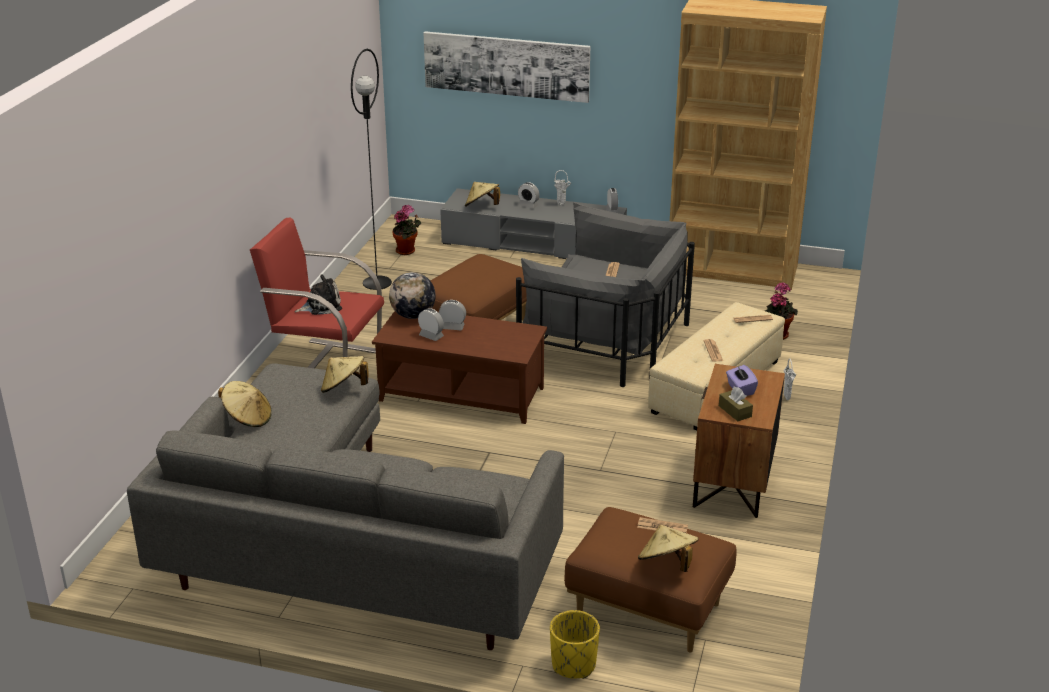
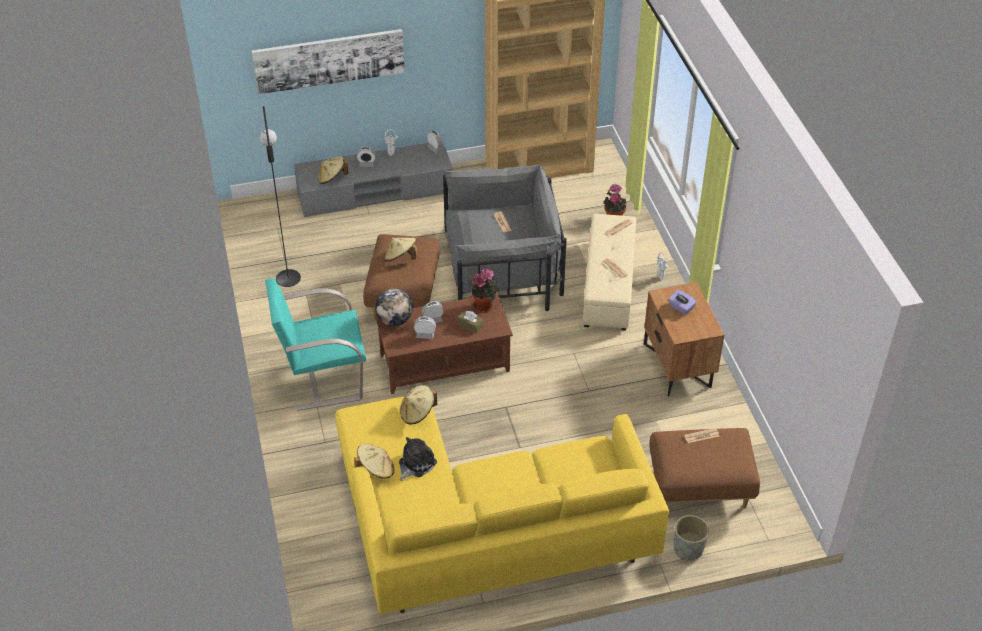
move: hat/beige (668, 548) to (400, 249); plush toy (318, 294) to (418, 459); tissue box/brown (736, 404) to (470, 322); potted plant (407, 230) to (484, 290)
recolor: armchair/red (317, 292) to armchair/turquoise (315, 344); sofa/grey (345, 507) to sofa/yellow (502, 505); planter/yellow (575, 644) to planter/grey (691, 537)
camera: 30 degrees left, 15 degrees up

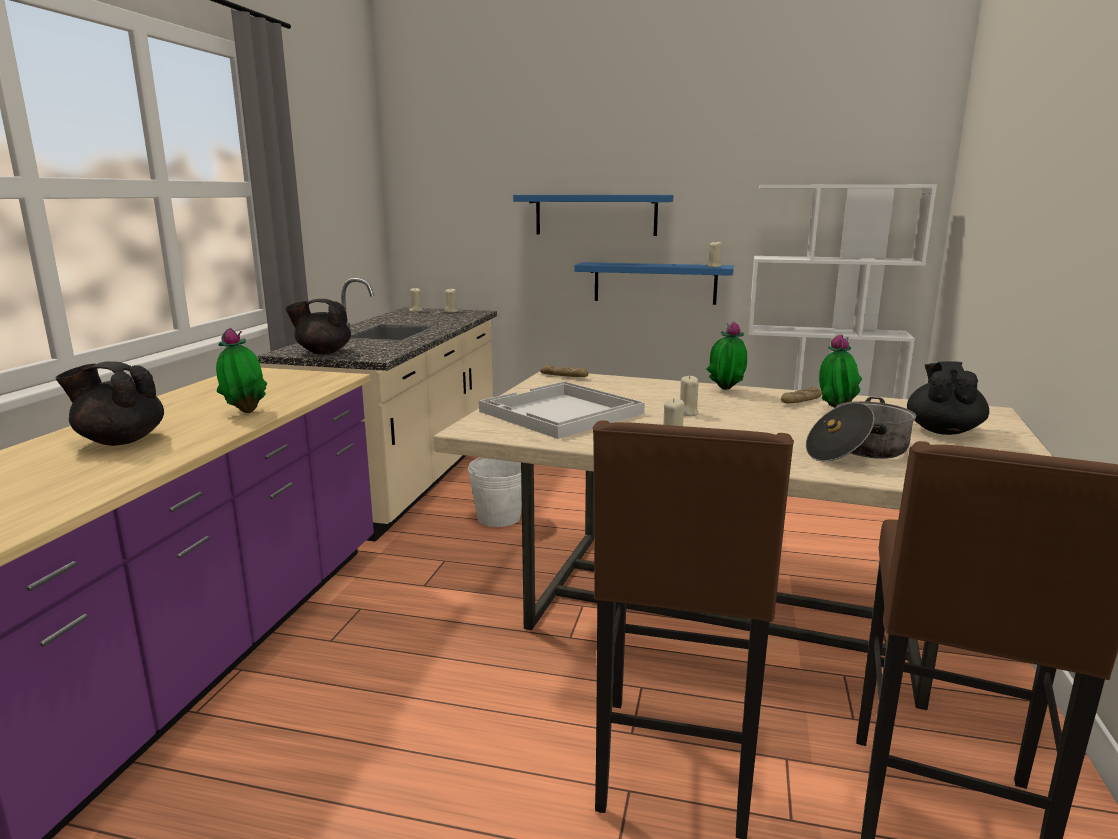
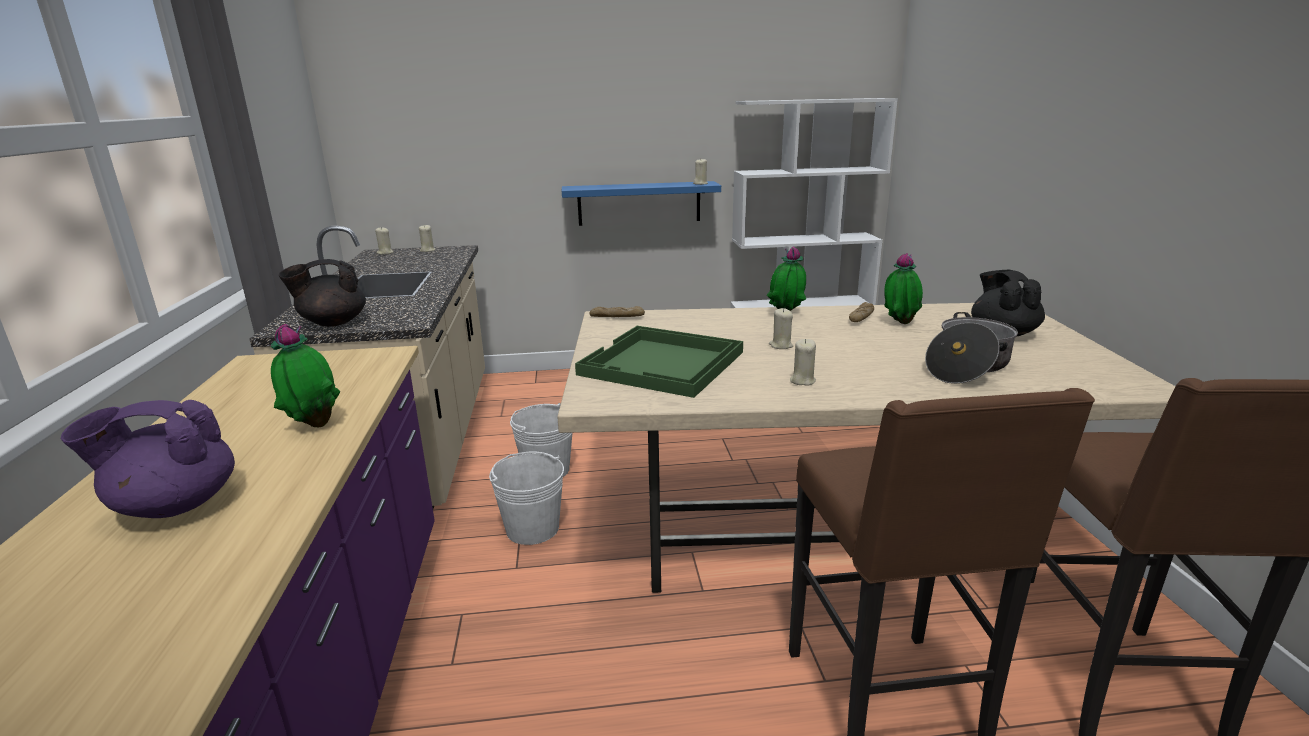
delete: shelf/blue (593, 215)
insert: bucket/white (526, 498)
recolor: teapot/black (110, 403) to teapot/purple (147, 459); tray/white (562, 410) to tray/green (659, 362)
camera: 20 degrees left, 5 degrees up

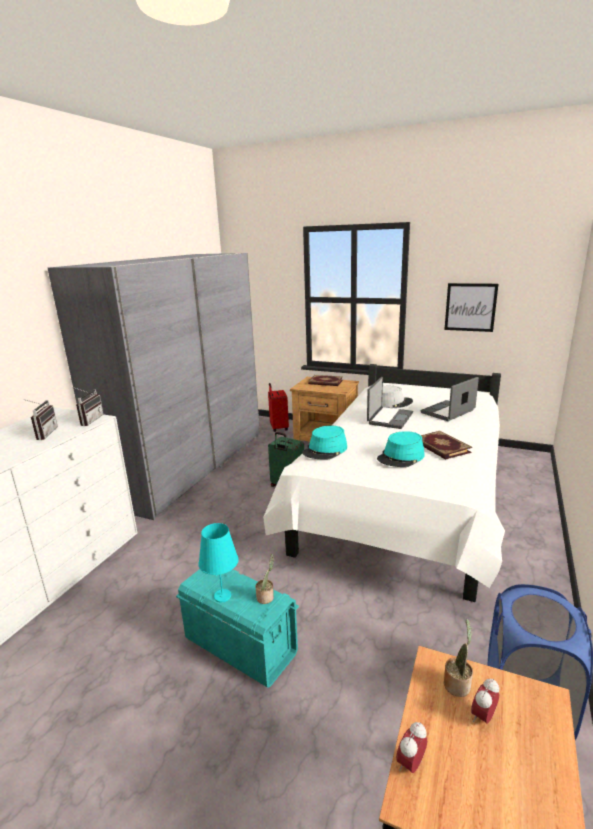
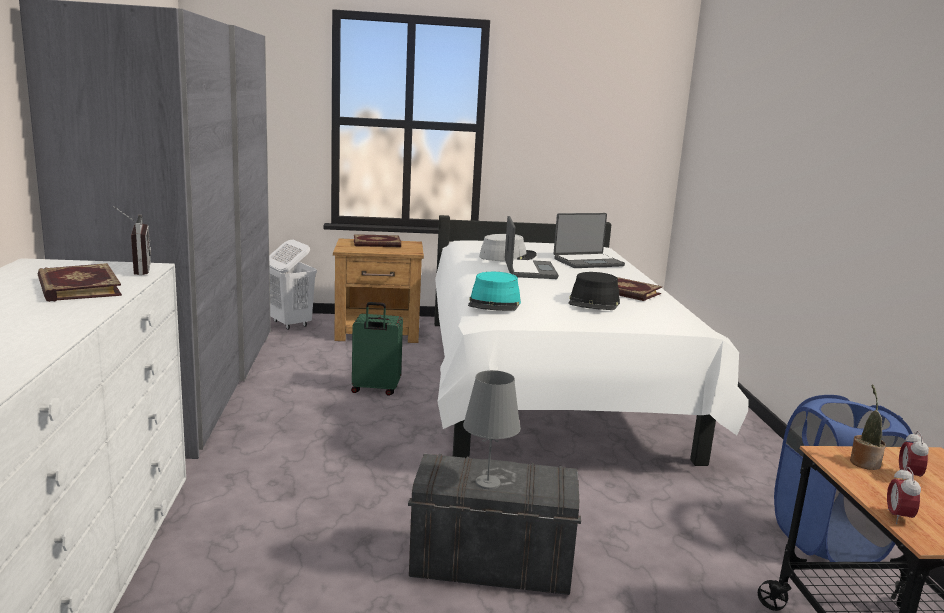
delete: potted plant (265, 579); picture (471, 307)
replace: radio (40, 419) to book (80, 282); suitcase/red (278, 407) to laundry basket/white (293, 285)
recolor: storage box/turquoise (237, 628) to storage box/grey (494, 524); table lamp/turquoise (218, 562) to table lamp/grey (492, 429); hat/turquoise (401, 449) to hat/black (594, 291)
rotate: laptop (450, 399) = (589, 240) 135 degrees counterclockwise
camera: 30 degrees left, 5 degrees down

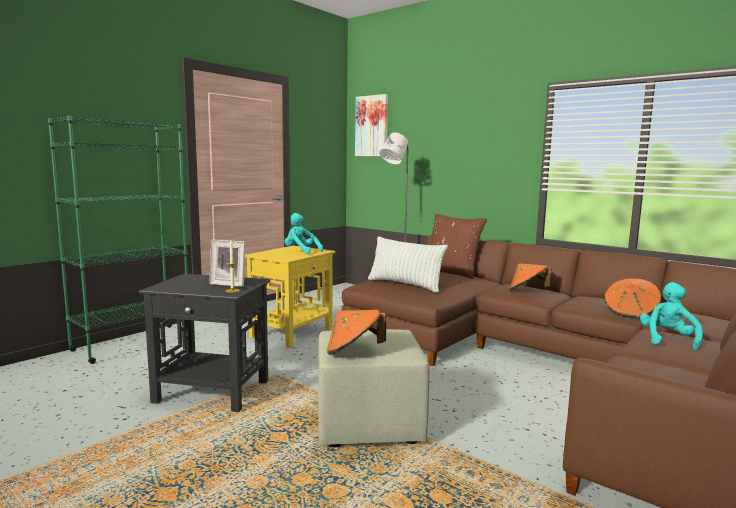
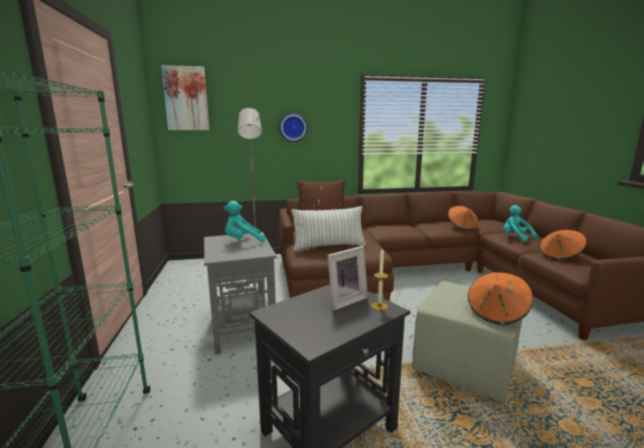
insert: wall clock (293, 127)
move: hat/orange (530, 277) to (563, 245)
recolor: side table/yellow (290, 297) to side table/grey (240, 293)
camera: 50 degrees left, 5 degrees up

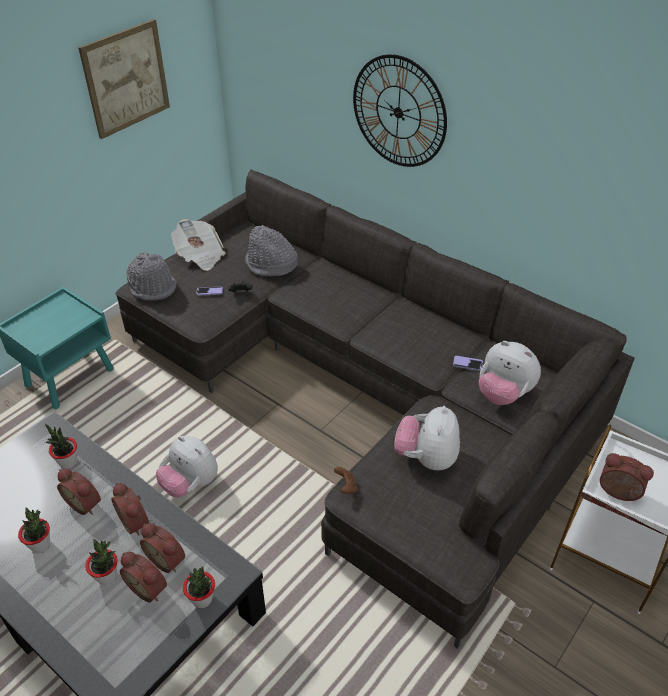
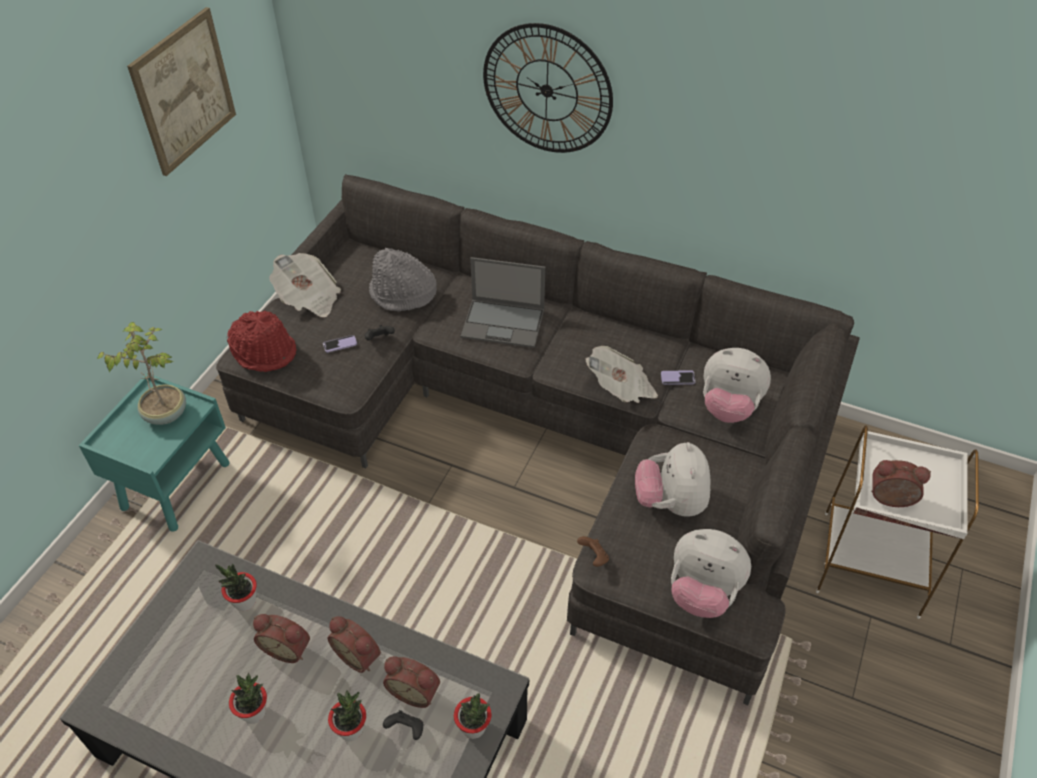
insert: potted plant (141, 373); laptop (503, 302); newspaper (621, 374)
move: plush toy (187, 467) to (711, 573)
replace: alarm clock (143, 577) to game controller/black (403, 725)
recolor: hat/grey (151, 276) to hat/red (261, 341)
camera: 15 degrees left, 5 degrees up

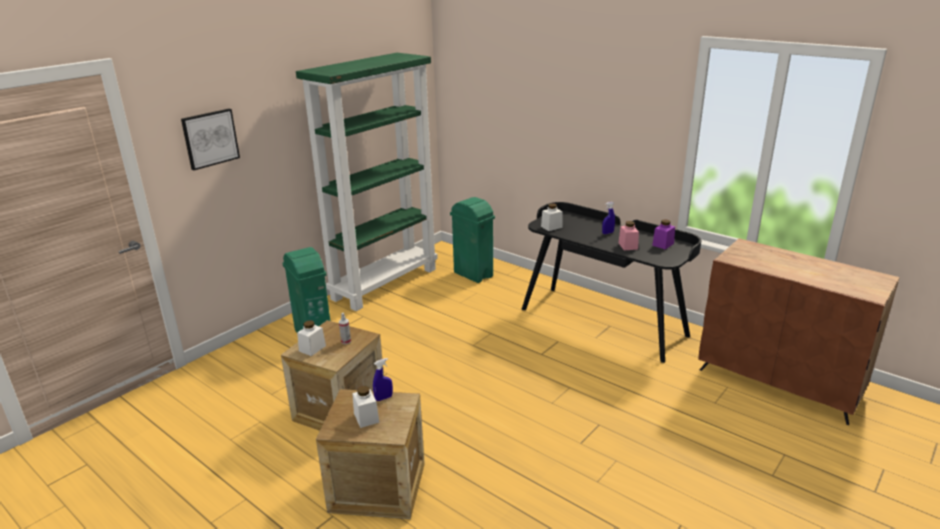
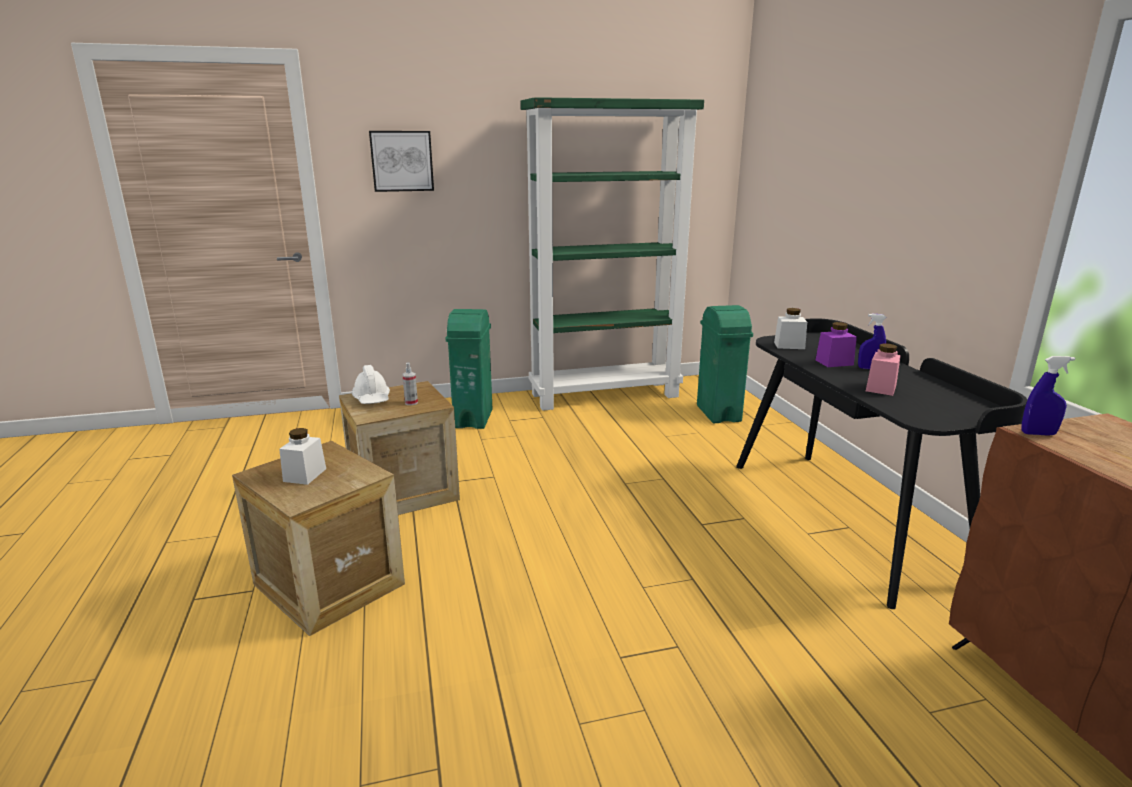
move: jar/purple (663, 234) to (836, 344); spray bottle/blue (383, 379) to (1048, 396)
replace: jar/white (311, 338) to hard hat/white (371, 384)
camera: 35 degrees right, 5 degrees down

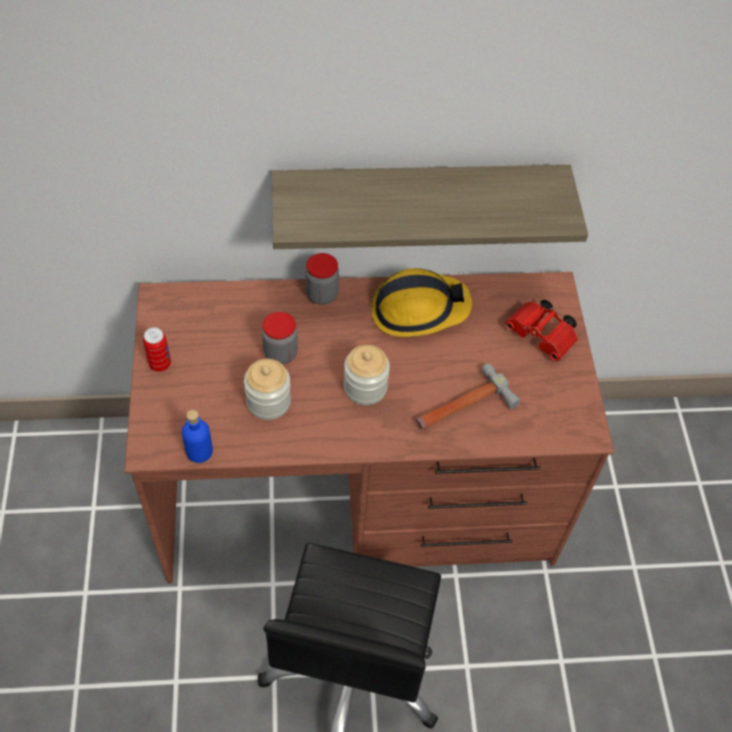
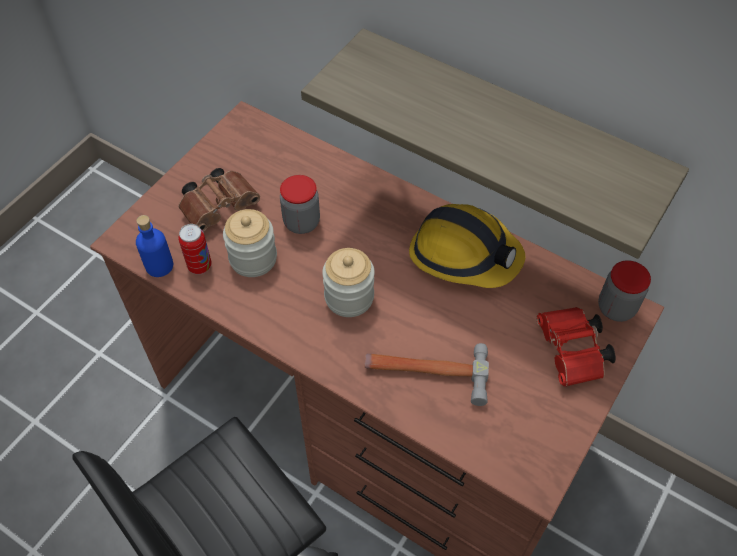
insert: binoculars/brown (219, 200)
move: can (157, 349) to (195, 249); jar (322, 279) to (624, 291)
camera: 40 degrees right, 0 degrees up

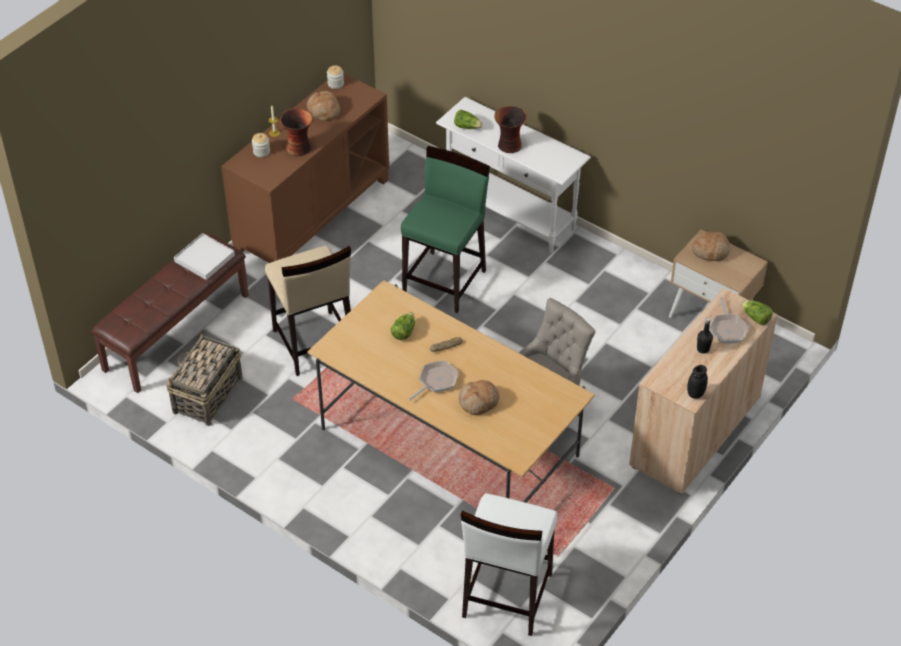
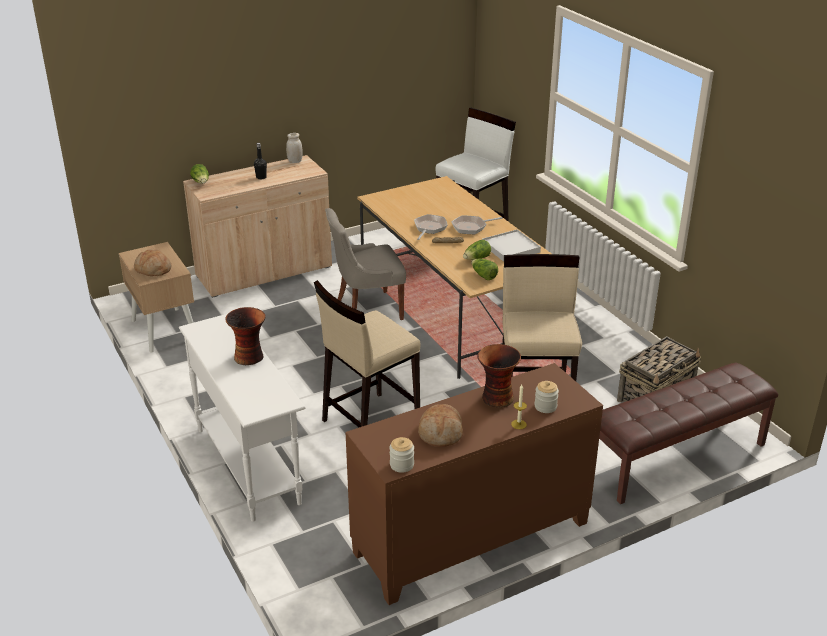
delete: bread (479, 397)
move: frying pan (729, 320) to (430, 227); lettuce (468, 119) to (484, 269); tray/white (204, 256) to (511, 245)
recolor: jar/black (697, 382) to jar/white (294, 148); stool/green (445, 229) to stool/beige (367, 353)
camera: 155 degrees left, 15 degrees down

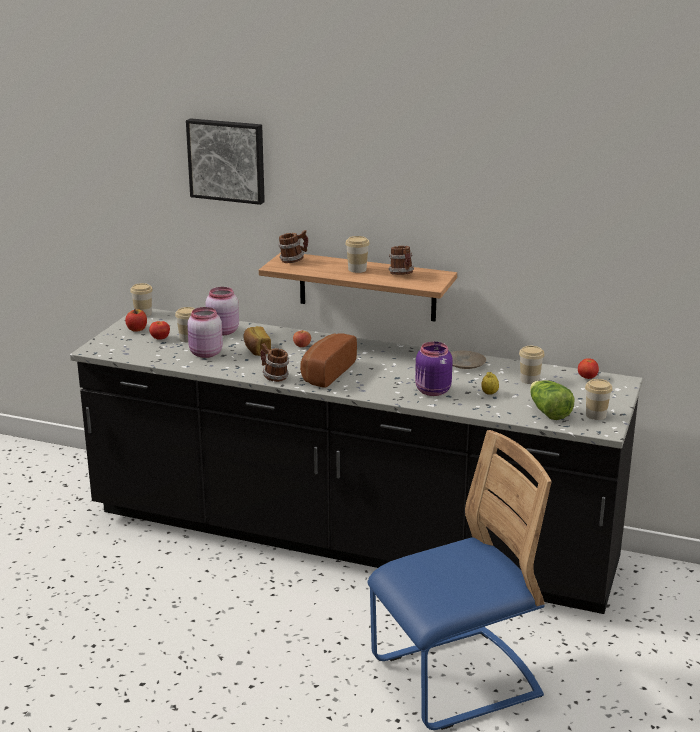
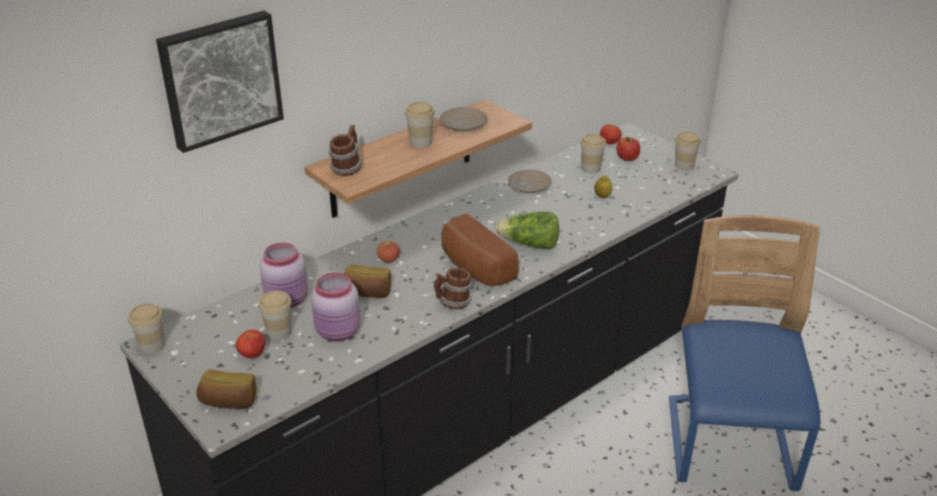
delete: jar/purple (434, 369)
insert: bread (226, 389)
move: lettuce (552, 400) to (527, 231); apple (136, 320) to (628, 149)
replace: mug (401, 260) to plate/beige (464, 119)
camera: 60 degrees left, 10 degrees up

